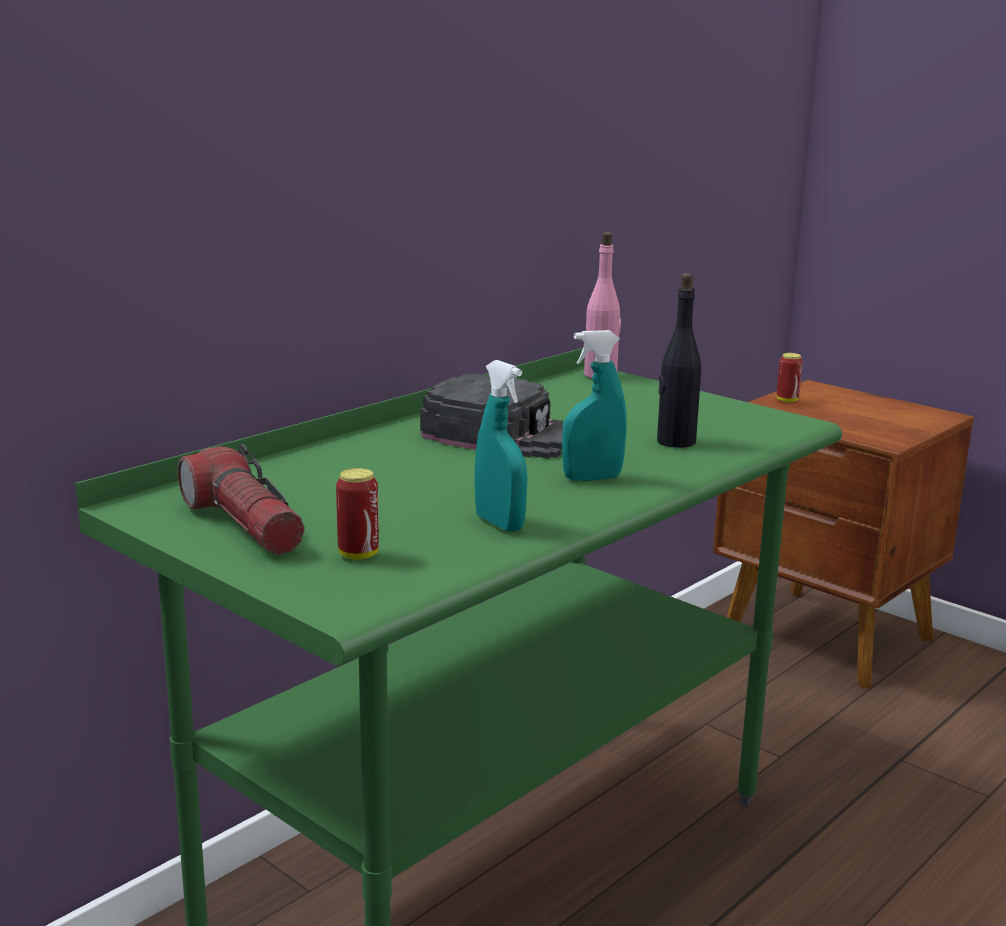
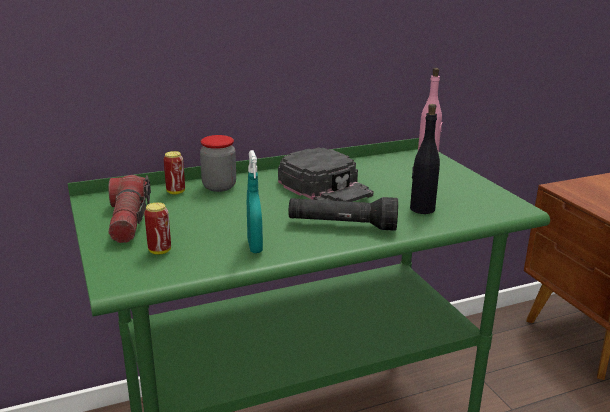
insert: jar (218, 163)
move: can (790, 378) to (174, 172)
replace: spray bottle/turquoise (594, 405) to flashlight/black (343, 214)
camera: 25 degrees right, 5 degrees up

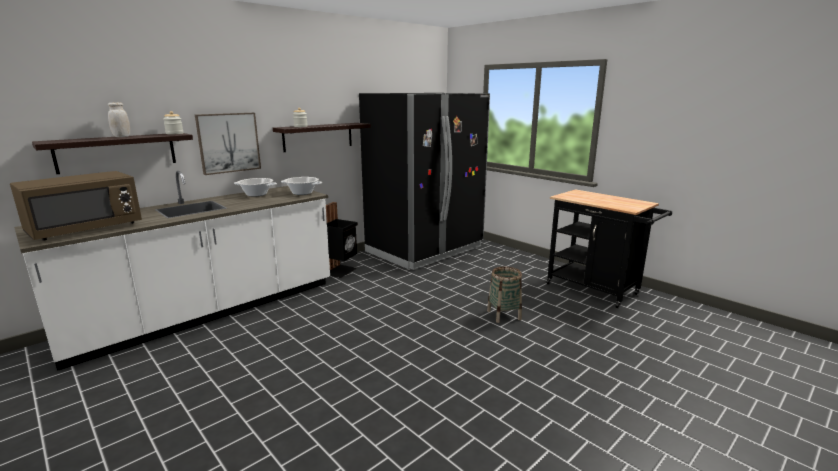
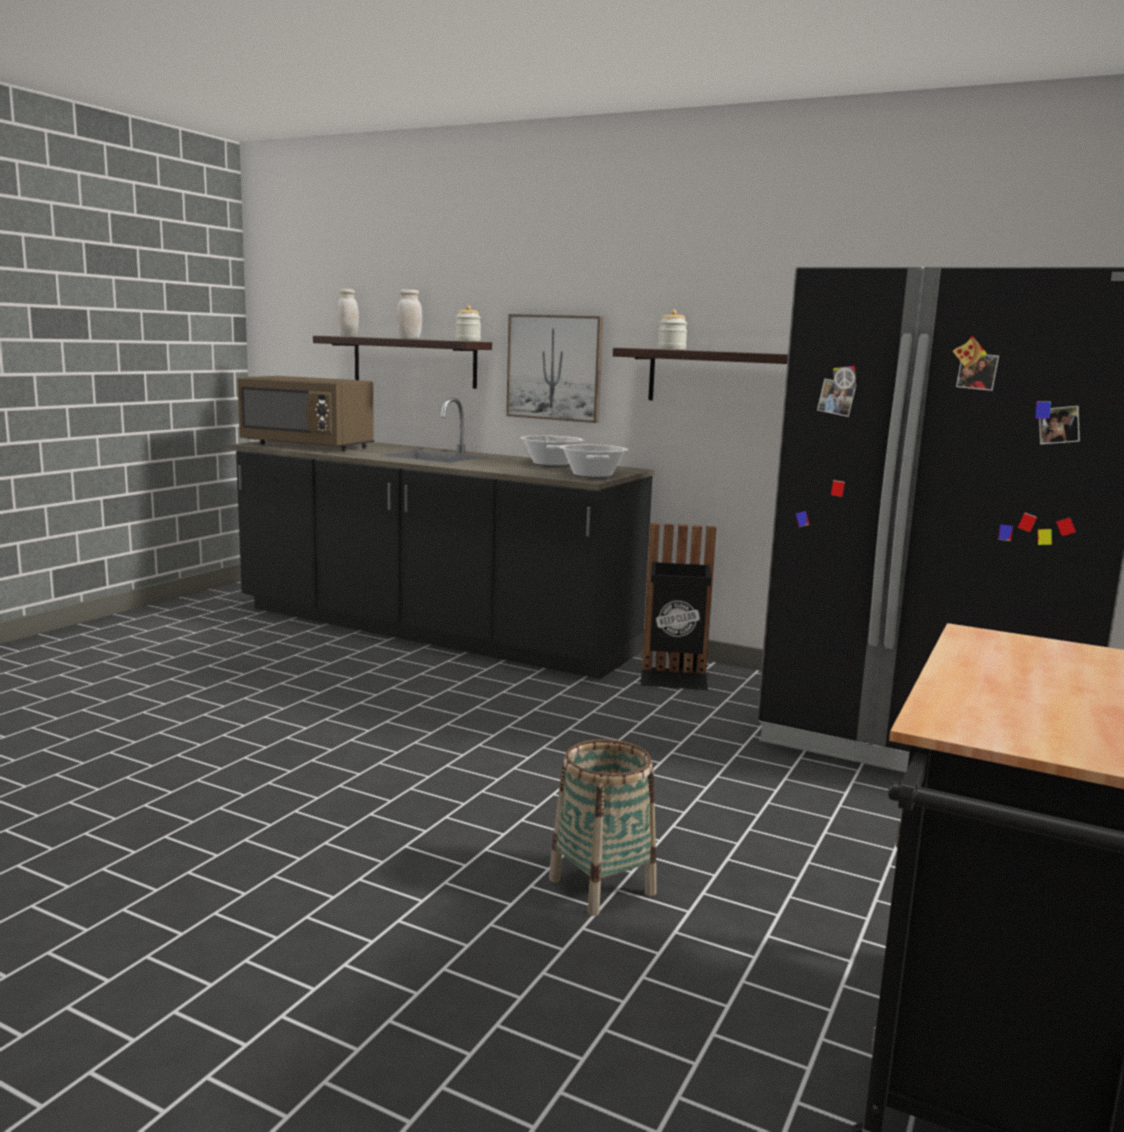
insert: jar/white (348, 312)
recolor: counter/white (172, 271) to counter/black (442, 538)
camera: 70 degrees right, 5 degrees down

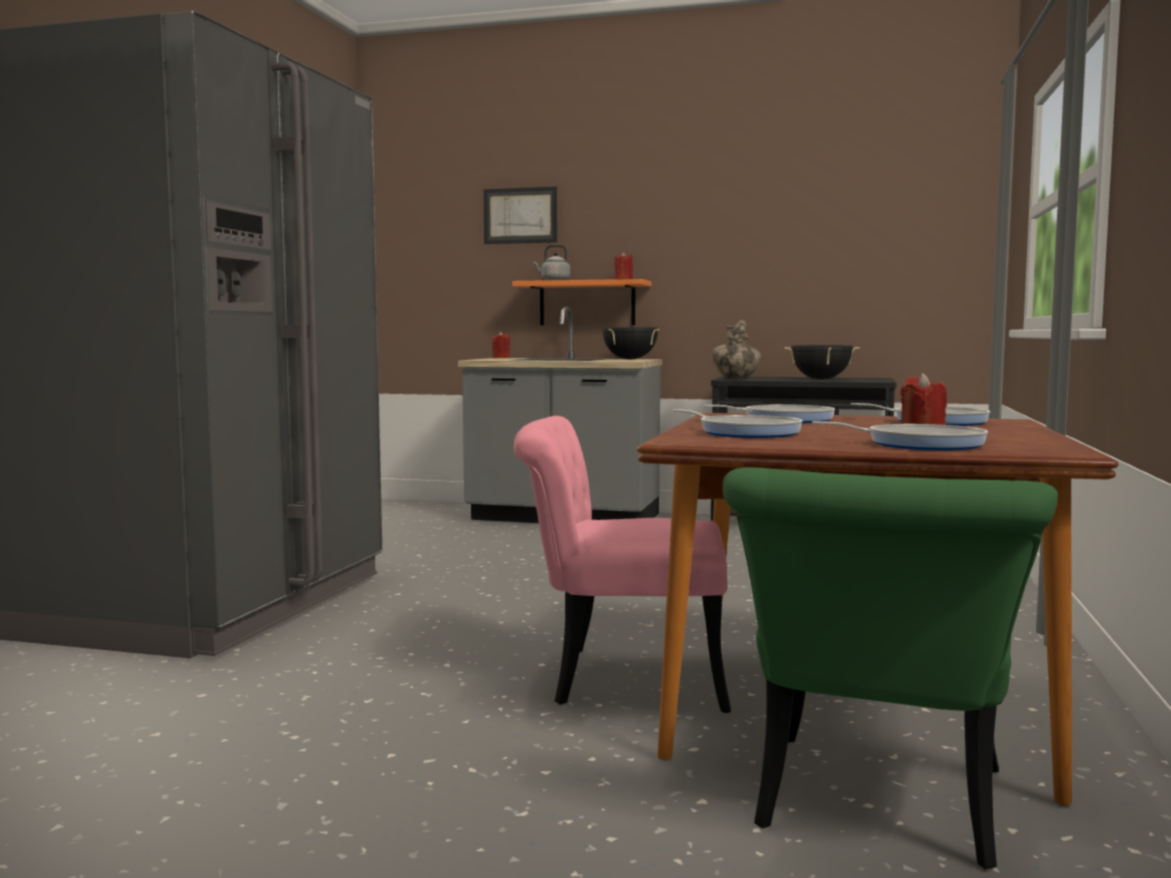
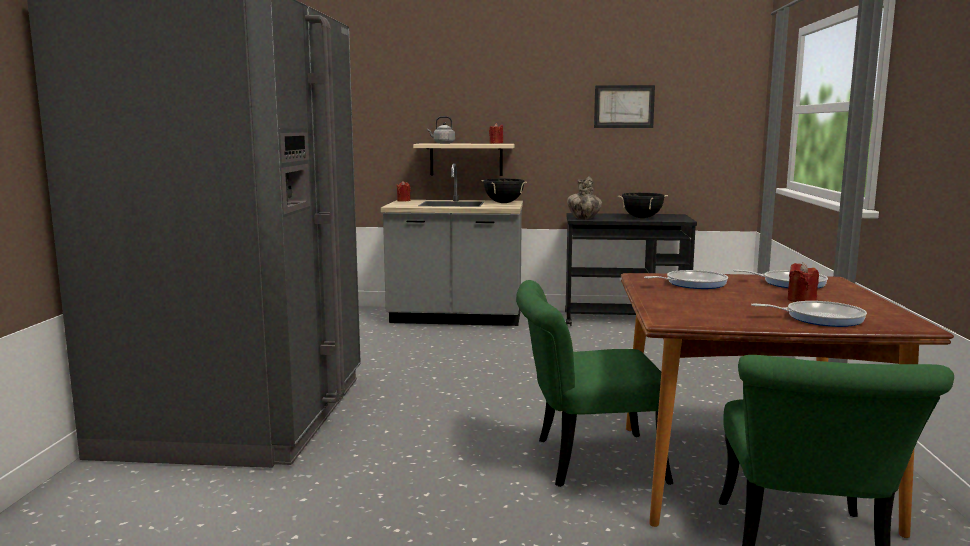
delete: frying pan (737, 423)
move: picture (520, 215) to (624, 106)
recolor: shelf/orange (581, 302) to shelf/beige (464, 160); chair/pink (622, 564) to chair/green (594, 383)
camera: 10 degrees left, 5 degrees up

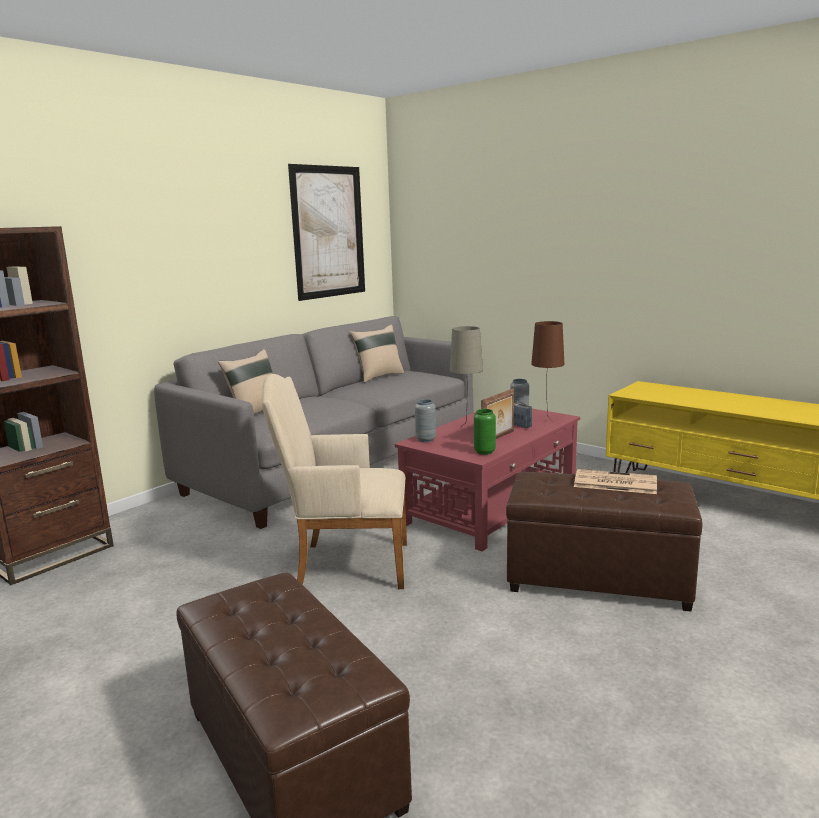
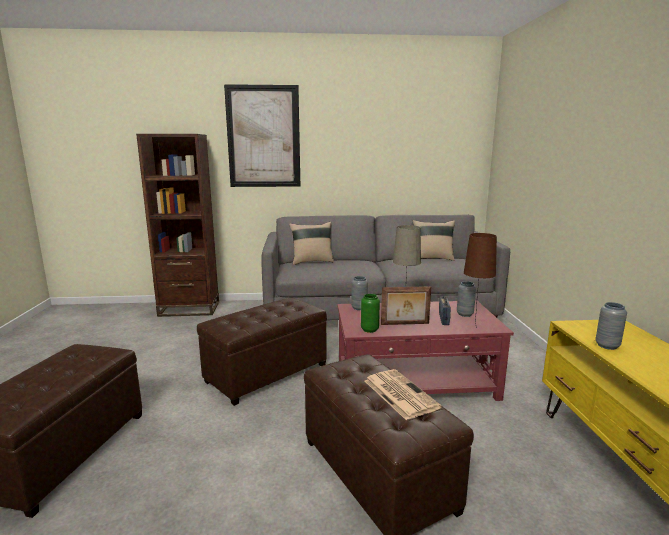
insert: vase/grey (611, 326)
move: picture (326, 232) to (262, 135)
replace: armchair/beige (334, 481) to ottoman/brown (262, 351)
camera: 45 degrees right, 0 degrees up

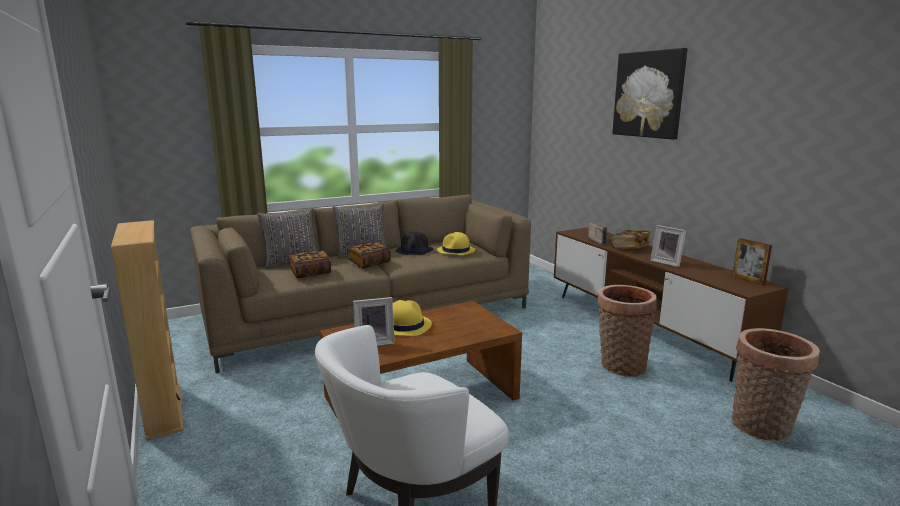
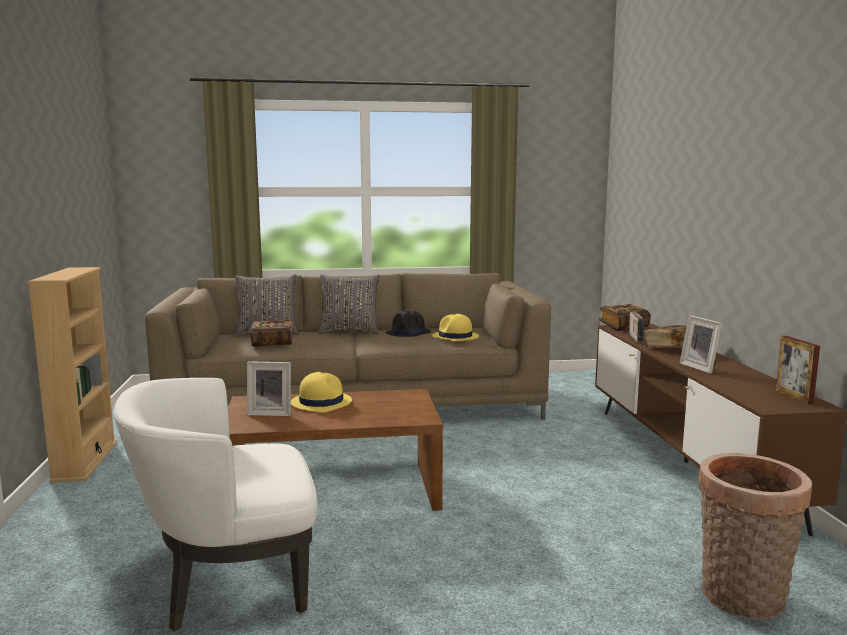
delete: basket (627, 331); picture (650, 94)
move: book (369, 255) to (625, 317)
camera: 20 degrees right, 5 degrees down

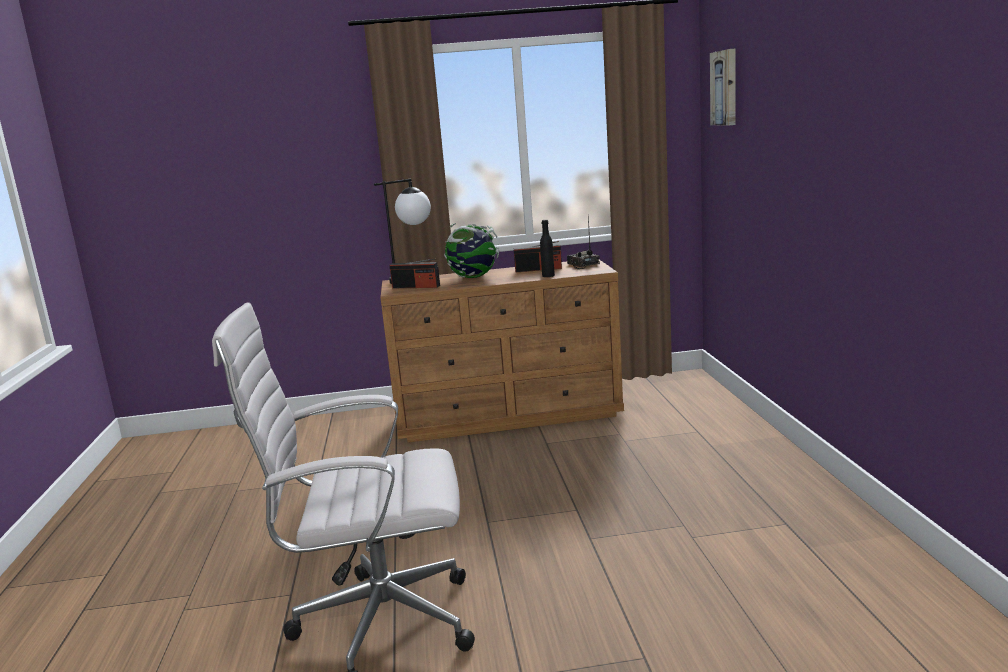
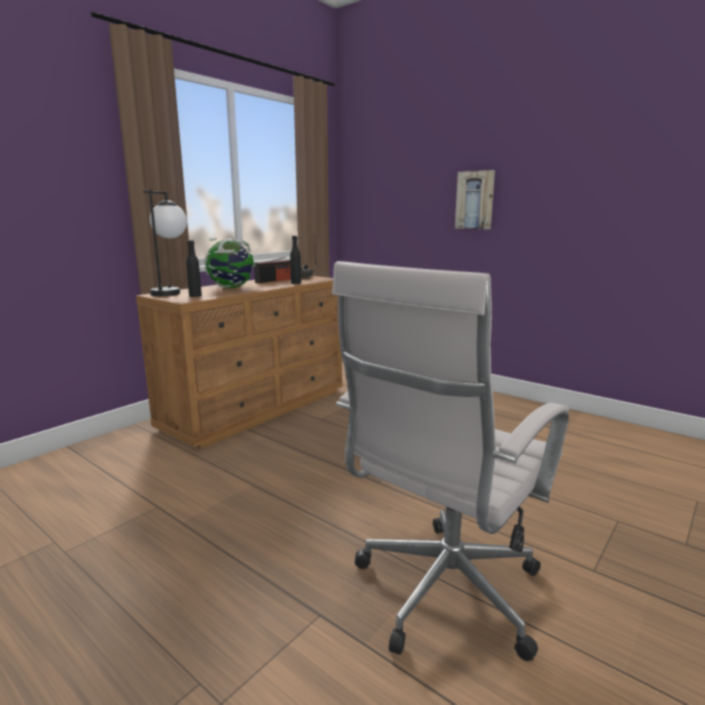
move: picture (723, 87) to (475, 199)
replace: radio (414, 273) to bottle/black (194, 268)
camera: 45 degrees left, 0 degrees up

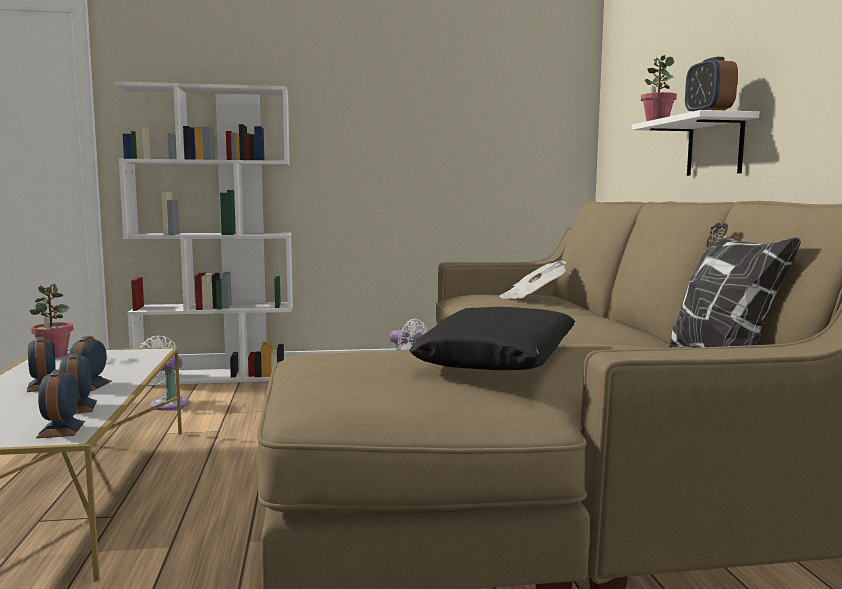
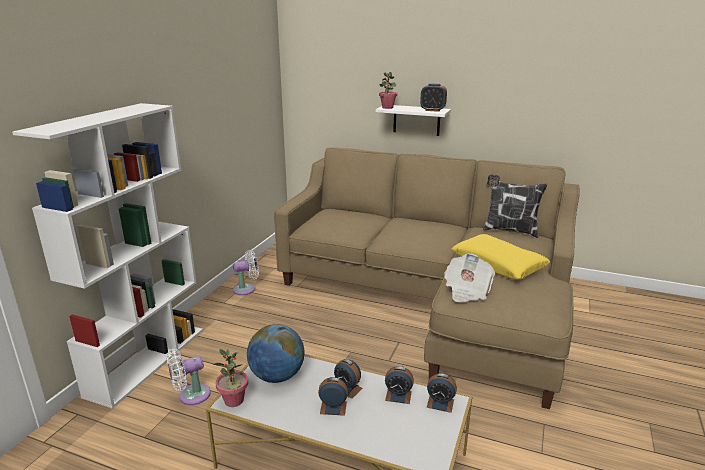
insert: globe (276, 353)
move: newspaper (533, 280) to (469, 278)
recolor: pillow/black (492, 338) to pillow/yellow (501, 257)
camera: 60 degrees left, 15 degrees up

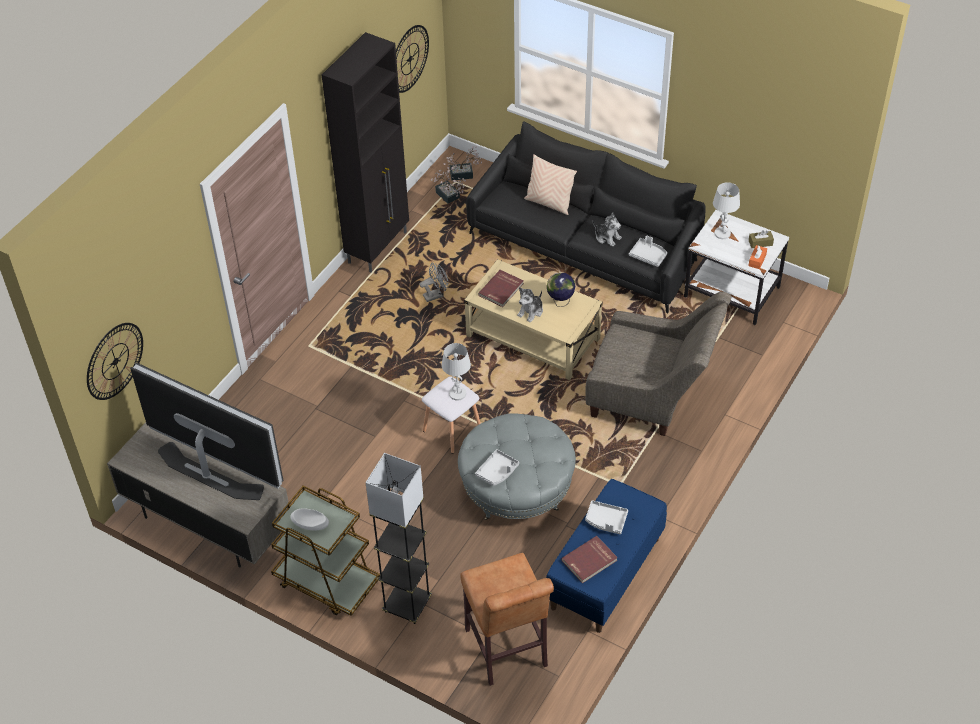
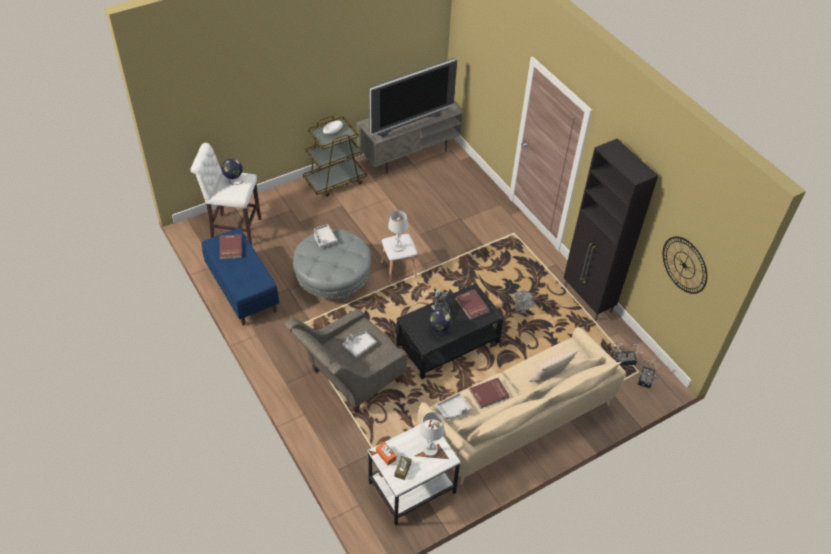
delete: wall clock (115, 361); floor lamp/grey (398, 538)
insert: globe (232, 171)
move: tray/grey (606, 517) to (359, 344)
replace: plush toy (607, 229) to book/red (490, 393)
recolor: stool/brown (507, 619) to stool/white (226, 194); coffee table/beige (533, 319) to coffee table/black (450, 331); sofa/black (585, 217) to sofa/beige (521, 405)
camera: 115 degrees right, 0 degrees up

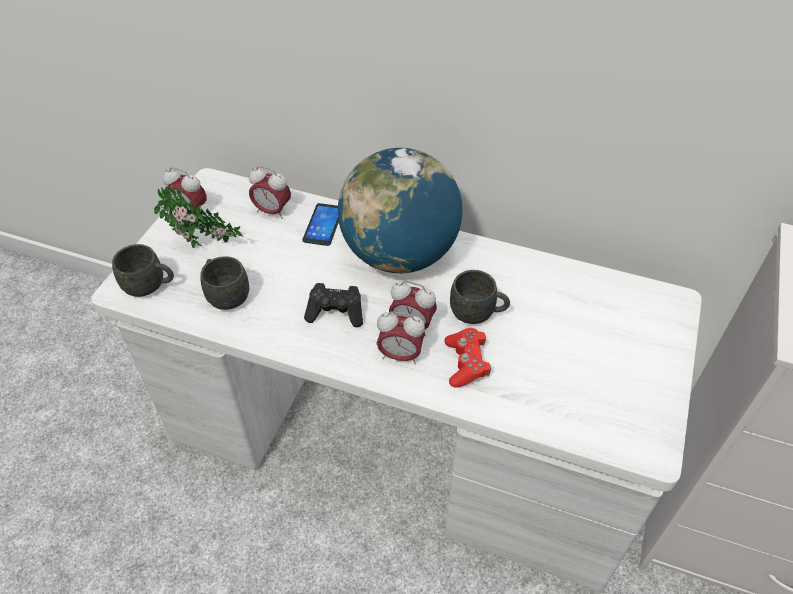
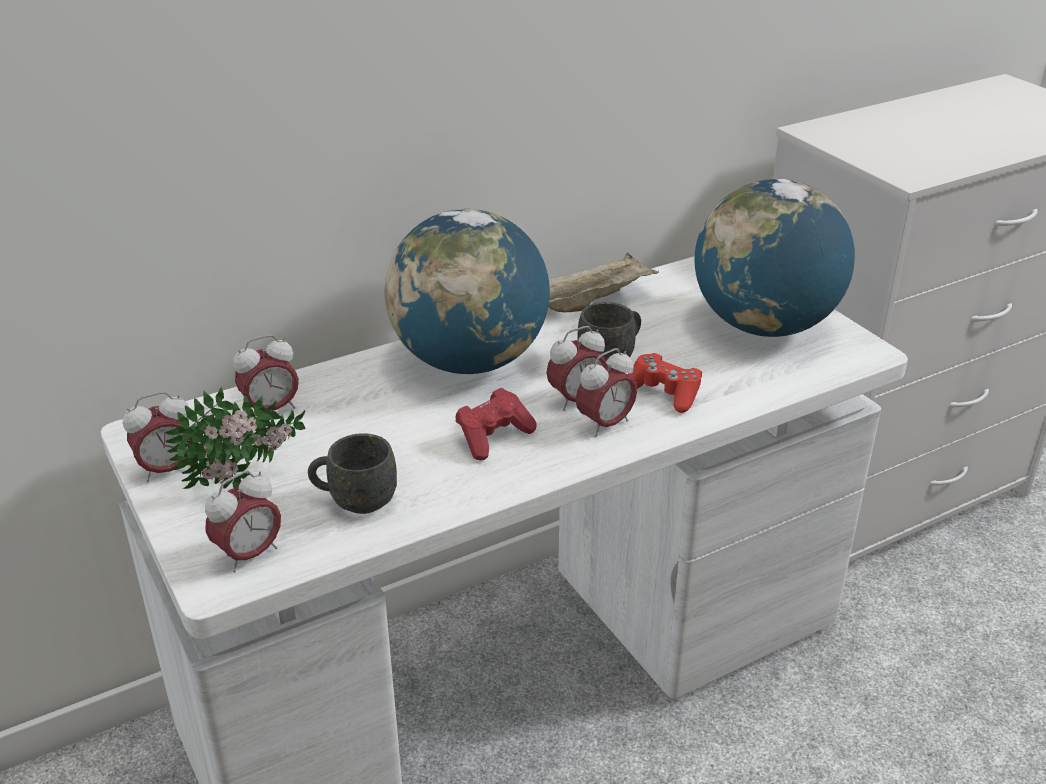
delete: phone (321, 224)
insert: tray/beige (603, 282); globe (775, 258)
replace: mug/grey (143, 270) to alarm clock (243, 521)
recolor: game controller/black (333, 305) to game controller/red (496, 424)
camera: 50 degrees left, 15 degrees down

